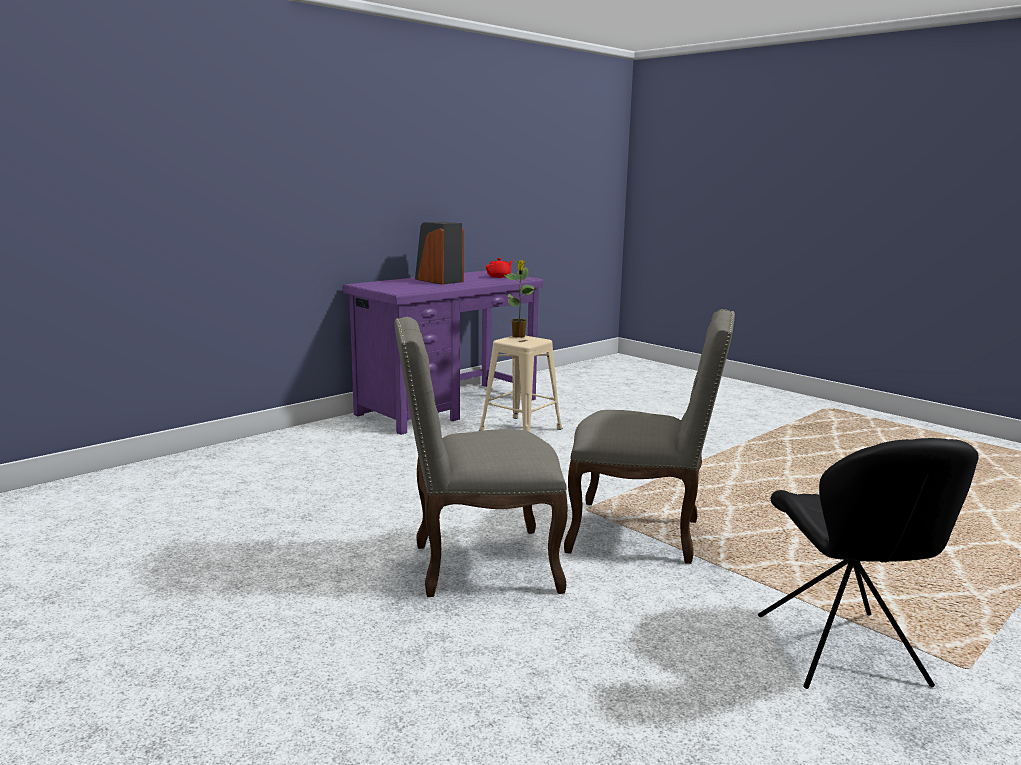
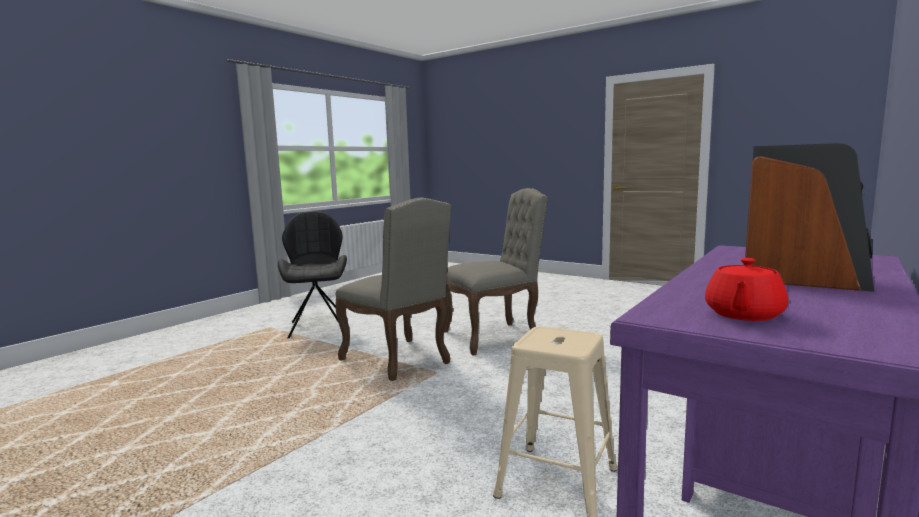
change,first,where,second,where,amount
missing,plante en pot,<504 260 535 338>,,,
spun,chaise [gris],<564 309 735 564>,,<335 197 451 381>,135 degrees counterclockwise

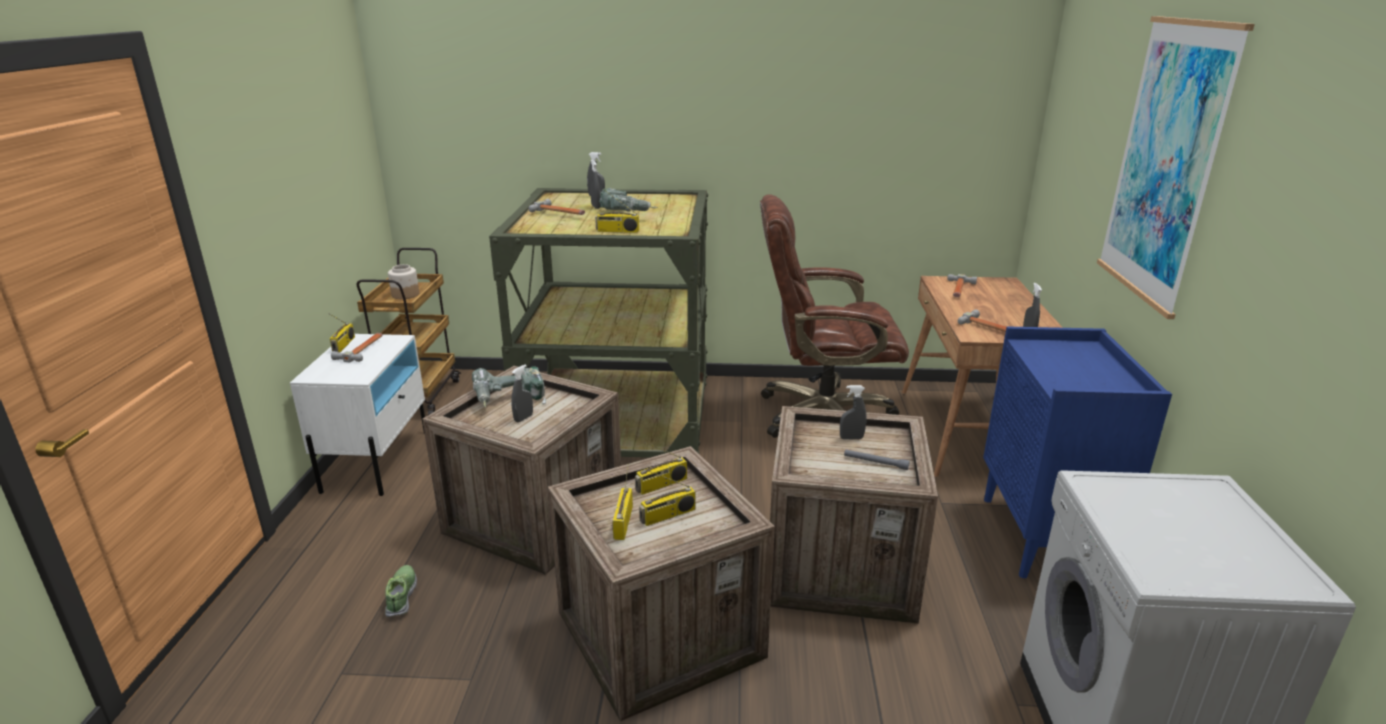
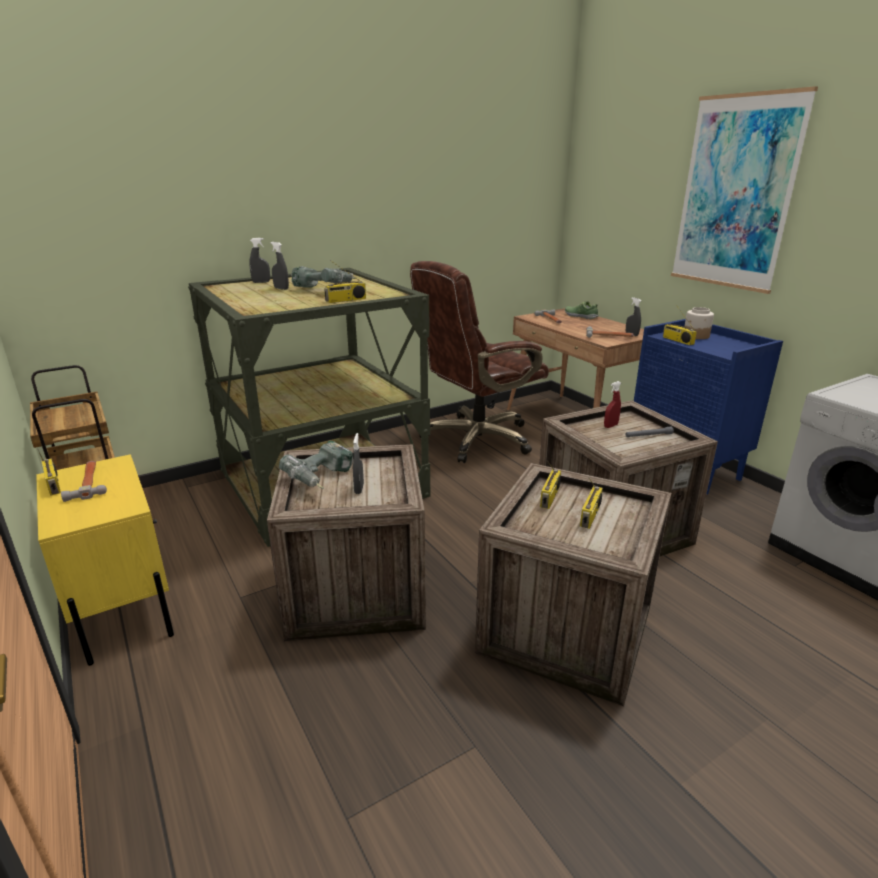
change,first,where,second,where,amount
missing,marteau,<528 199 585 215>,,,
relocated,bocal,<388 264 419 299>,,<684 307 714 339>,
colour,table de chevet [blanc],<290 334 425 496>,table de chevet [jaune],<36 454 174 666>,
colour,vaporisateur [gris],<840 385 867 440>,vaporisateur [rouge],<604 381 621 428>,
relocated,radio,<612 464 633 540>,,<663 305 697 345>,
relocated,chaussure,<385 565 417 617>,,<565 301 599 319>,

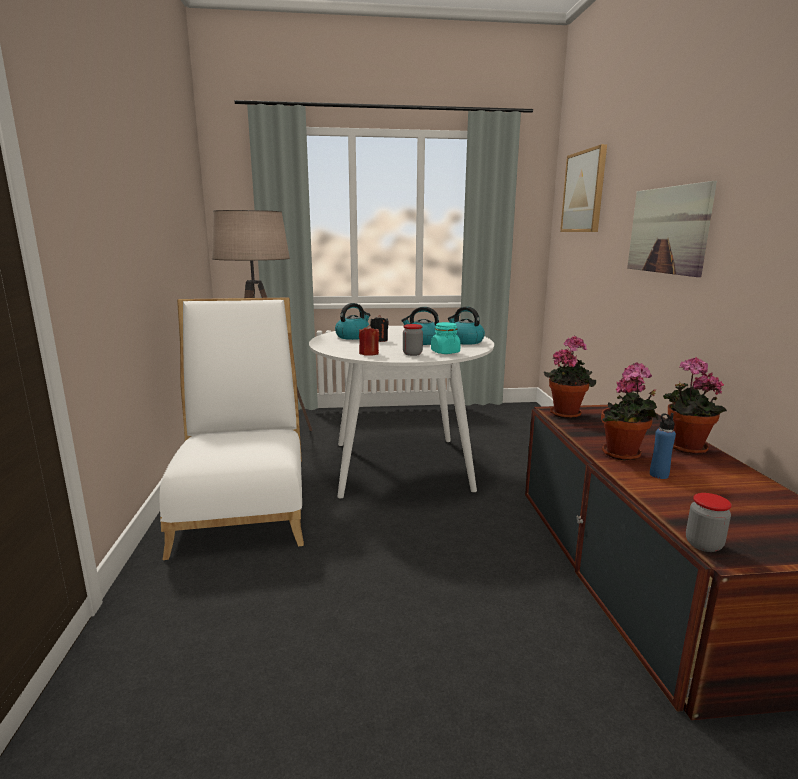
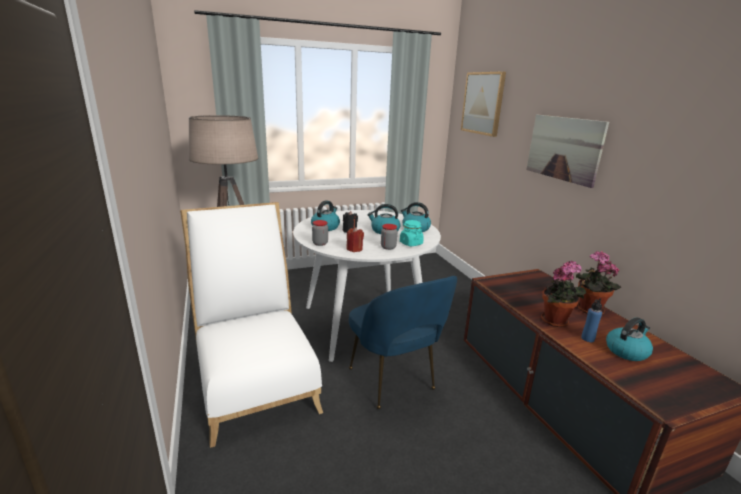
change,first,where,second,where,amount
missing,plante en pot,<544 336 596 419>,,,
relocated,bocal,<686 493 732 552>,,<312 220 328 246>,
appeared,,,chaise [bleu],<349 276 457 409>,
appeared,,,bouilloire,<606 317 653 361>,

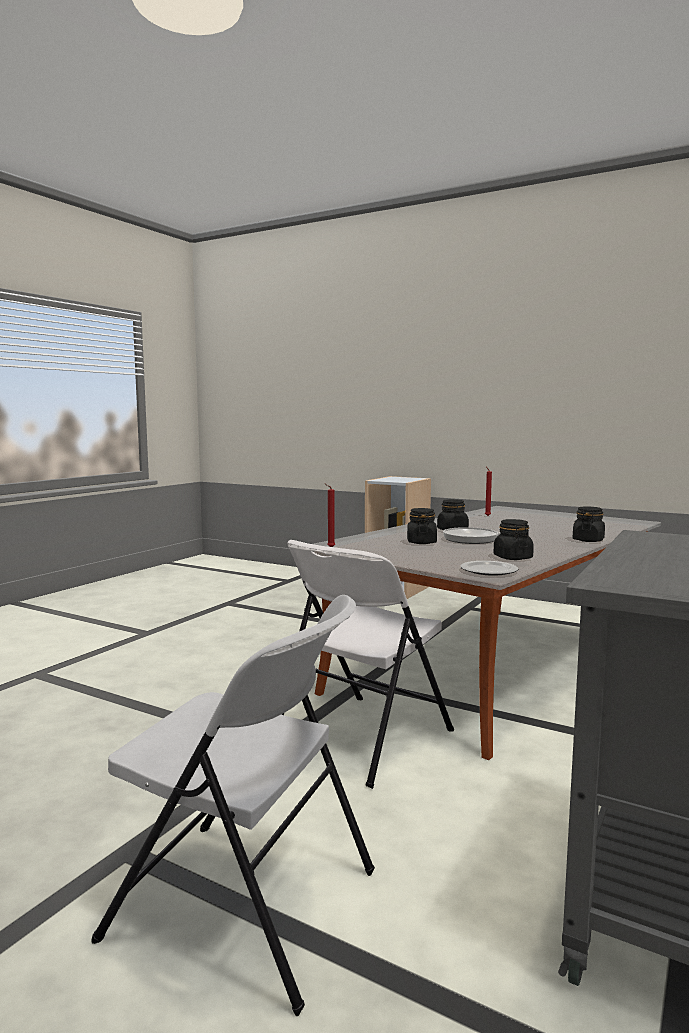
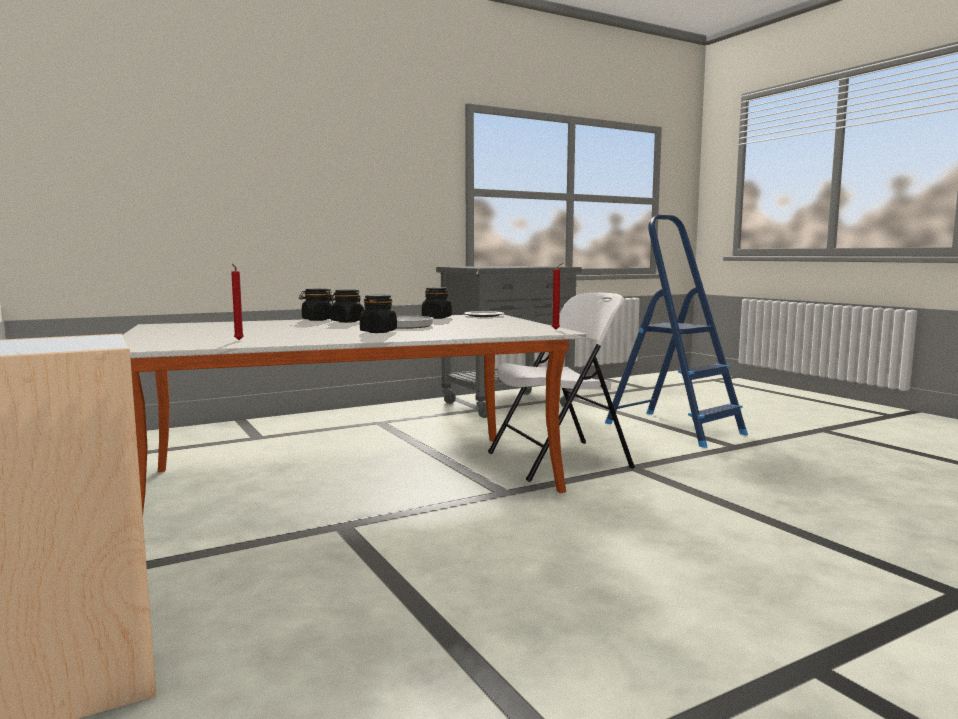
change,first,where,second,where,amount
relocated,bocal [noir],<407 508 437 544>,,<330 289 364 323>,
exchanged,chaise [blanc],<92 595 375 1016>,escabeau [bleu],<605 215 748 448>,

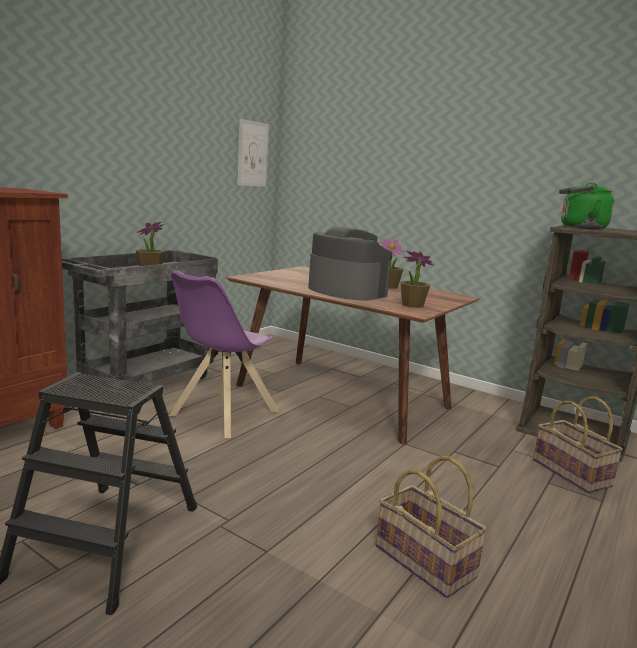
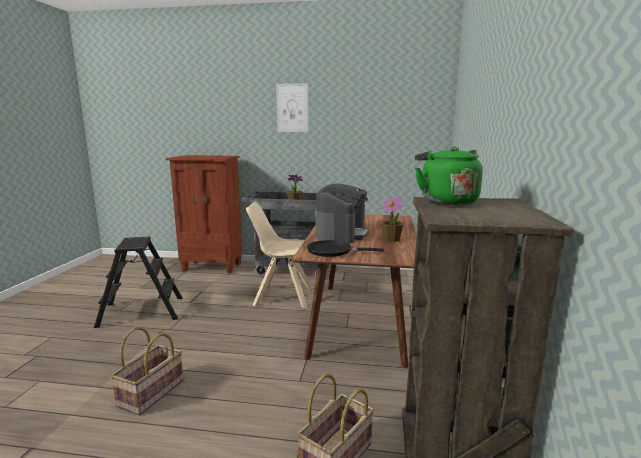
change,first,where,second,where,amount
relocated,tableau,<237 119 269 187>,,<276 83 309 132>,
exchanged,plante en pot,<400 251 433 308>,poêle [noir],<307 240 385 257>,
colour,chaise [violet],<169 271 279 438>,chaise [beige],<246 202 313 308>,

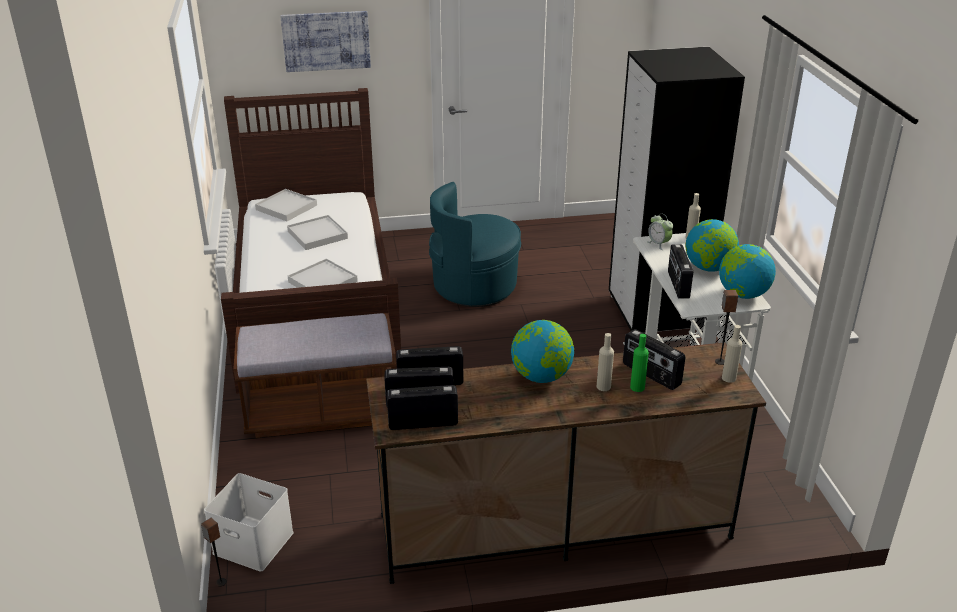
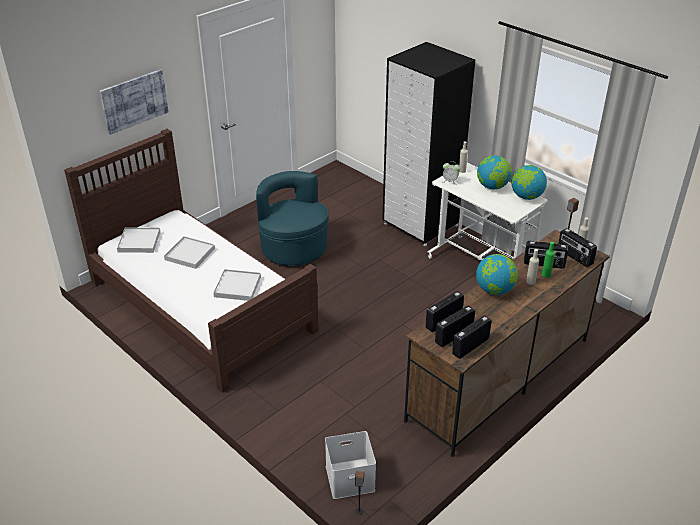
change,first,where,second,where,amount
spun,fauteuil [turquoise],<429 182 521 307>,,<256 171 329 267>,105 degrees clockwise
relocated,radio,<668 244 693 299>,,<558 228 597 267>,
missing,banc [marron],<234 313 396 438>,,,

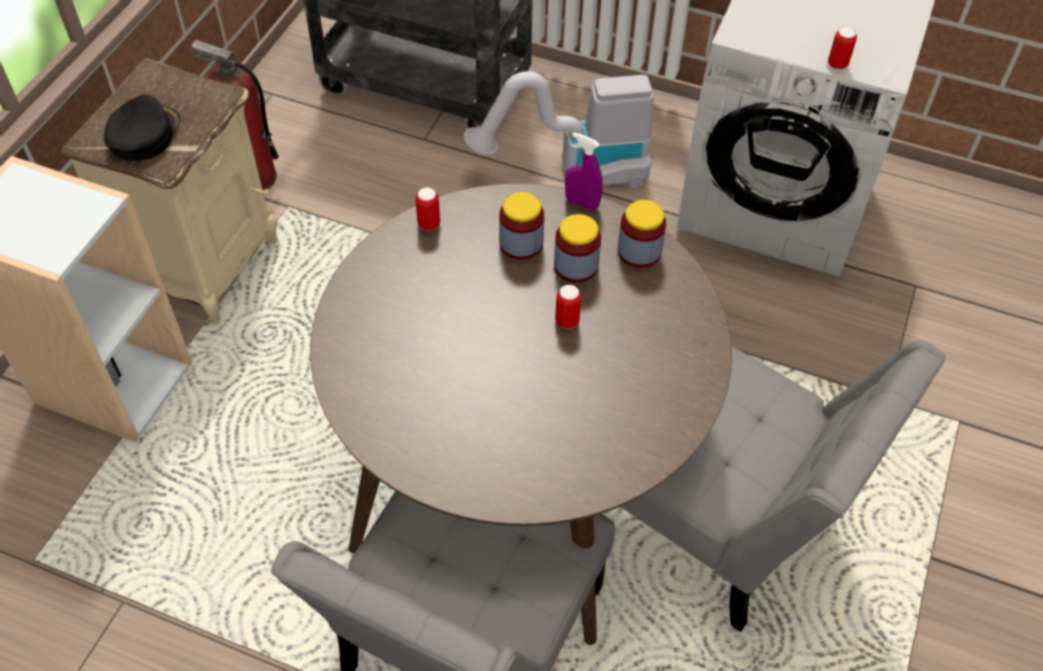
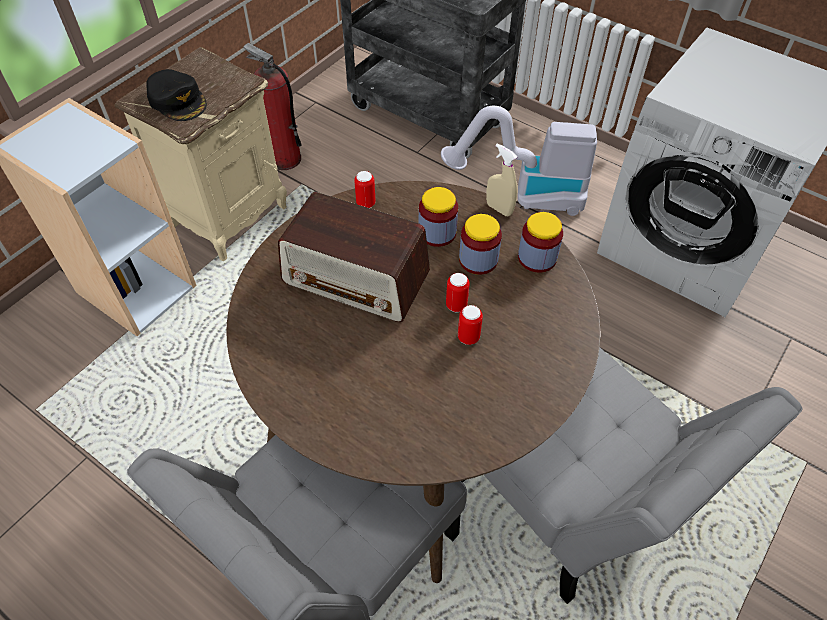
change,first,where,second,where,amount
relocated,boîte métallique,<828 27 857 69>,,<458 305 483 345>,
spun,casquette [noir],<104 94 181 161>,,<146 69 207 121>,105 degrees clockwise
colour,vaporisateur [violet],<565 133 603 210>,vaporisateur [beige],<486 143 517 216>,
appeared,,,radio,<278 192 430 322>,

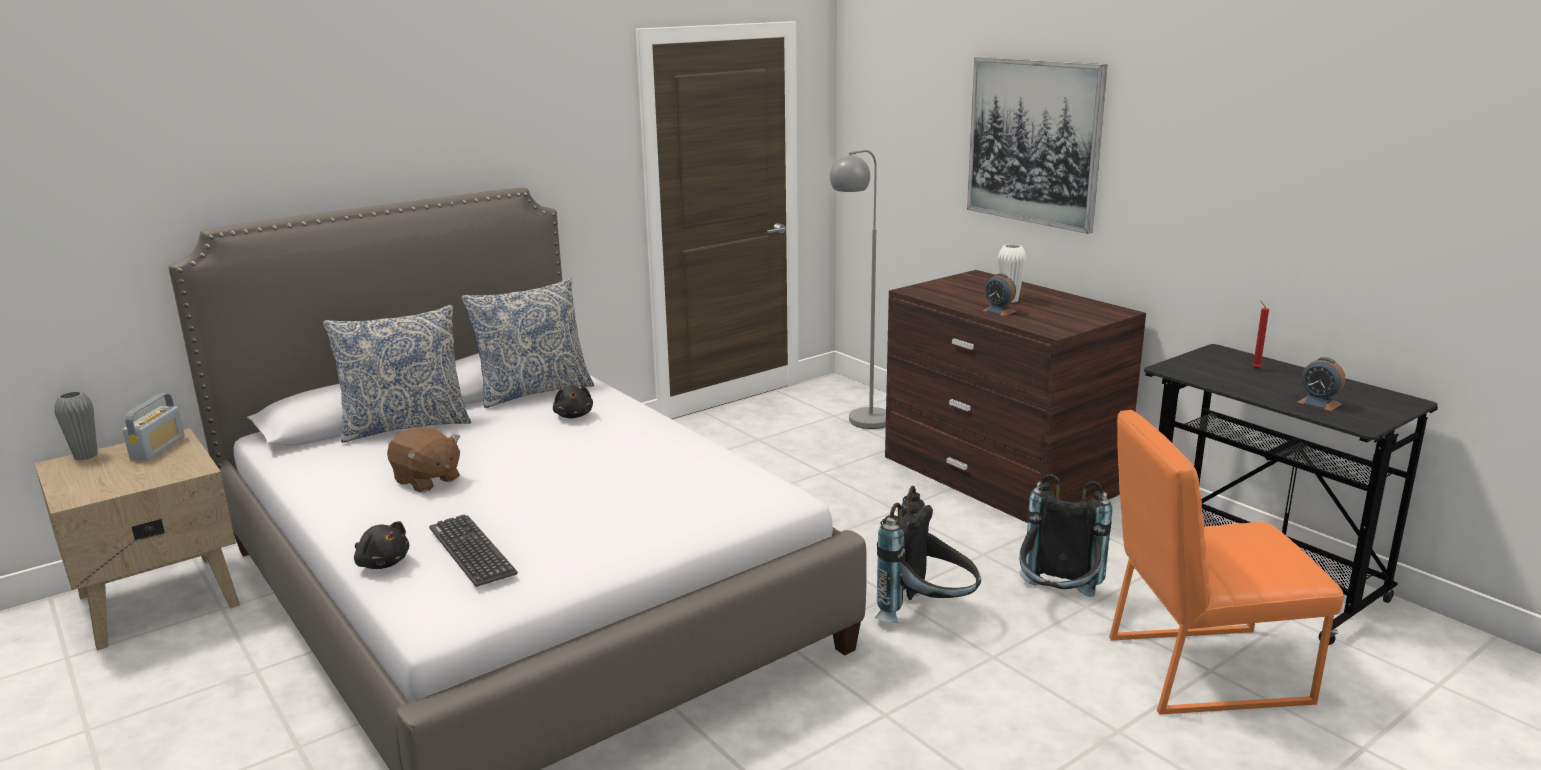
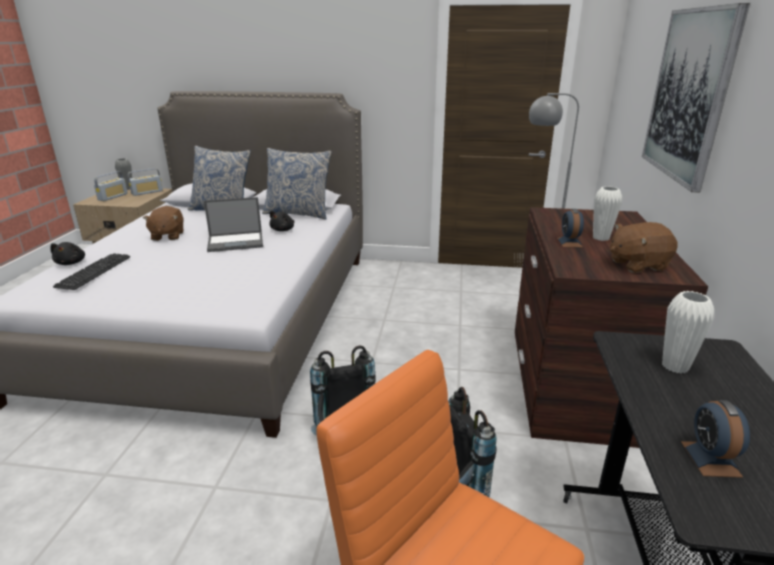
change,first,where,second,where,amount
missing,bougie [rouge],<1252 300 1269 369>,,,
appeared,,,radio,<94 171 128 201>,
appeared,,,ordinateur portable,<204 197 263 252>,
appeared,,,peluche [marron],<610 222 678 273>,
appeared,,,vase [blanc],<662 291 714 374>,

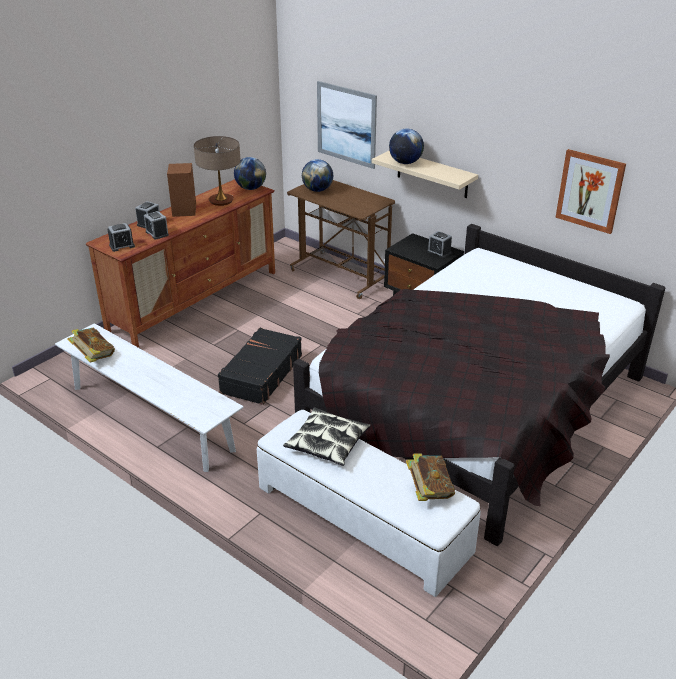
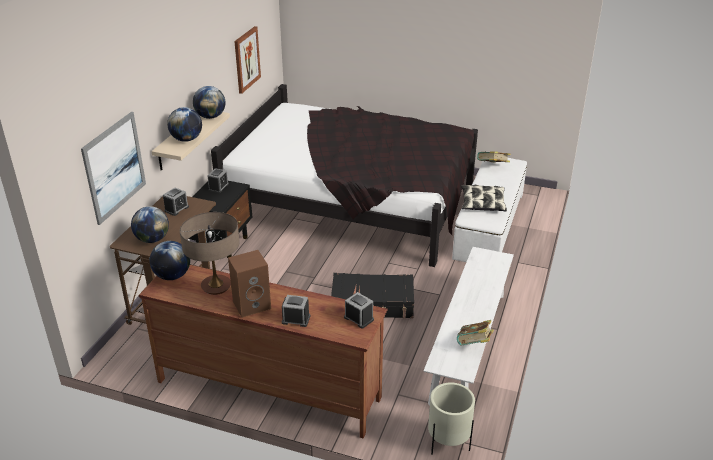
change,first,where,second,where,amount
relocated,réveil,<144 211 169 240>,,<163 188 189 216>,
appeared,,,globe,<193 86 225 119>,
appeared,,,cache-pot [beige],<428 382 475 454>,

